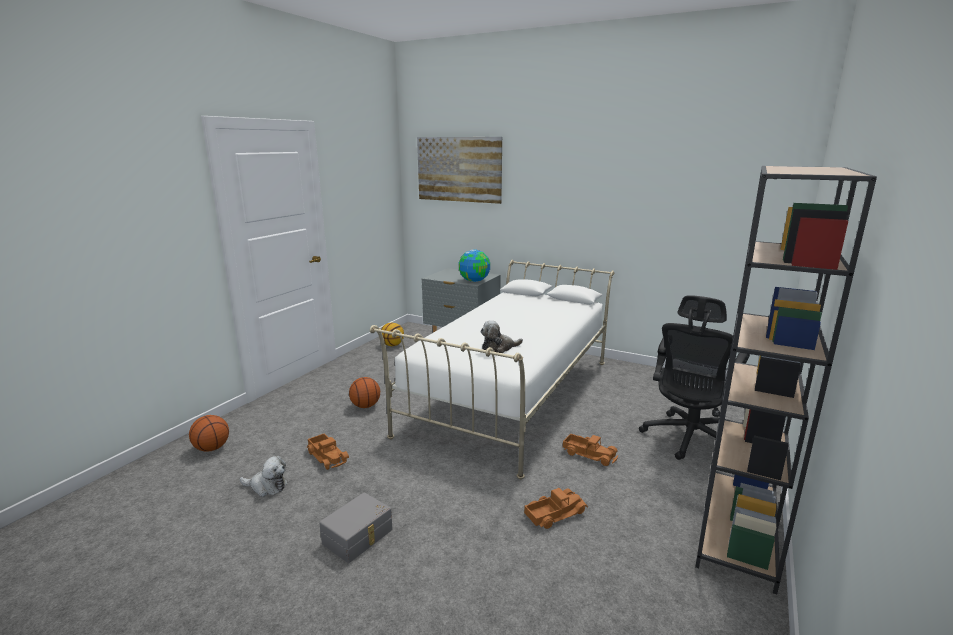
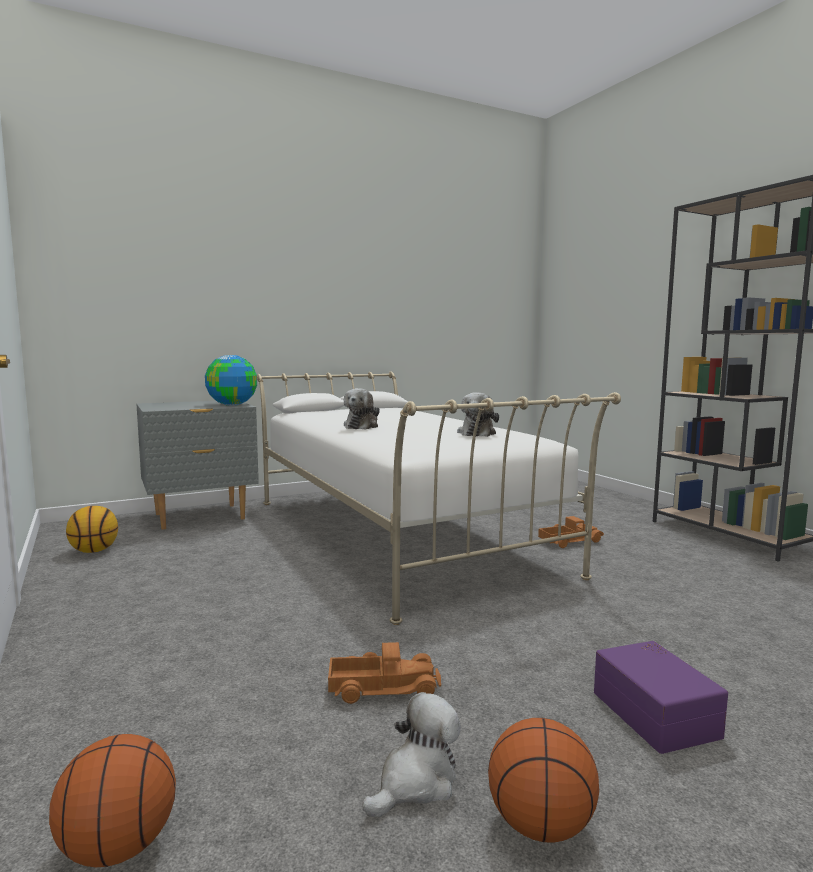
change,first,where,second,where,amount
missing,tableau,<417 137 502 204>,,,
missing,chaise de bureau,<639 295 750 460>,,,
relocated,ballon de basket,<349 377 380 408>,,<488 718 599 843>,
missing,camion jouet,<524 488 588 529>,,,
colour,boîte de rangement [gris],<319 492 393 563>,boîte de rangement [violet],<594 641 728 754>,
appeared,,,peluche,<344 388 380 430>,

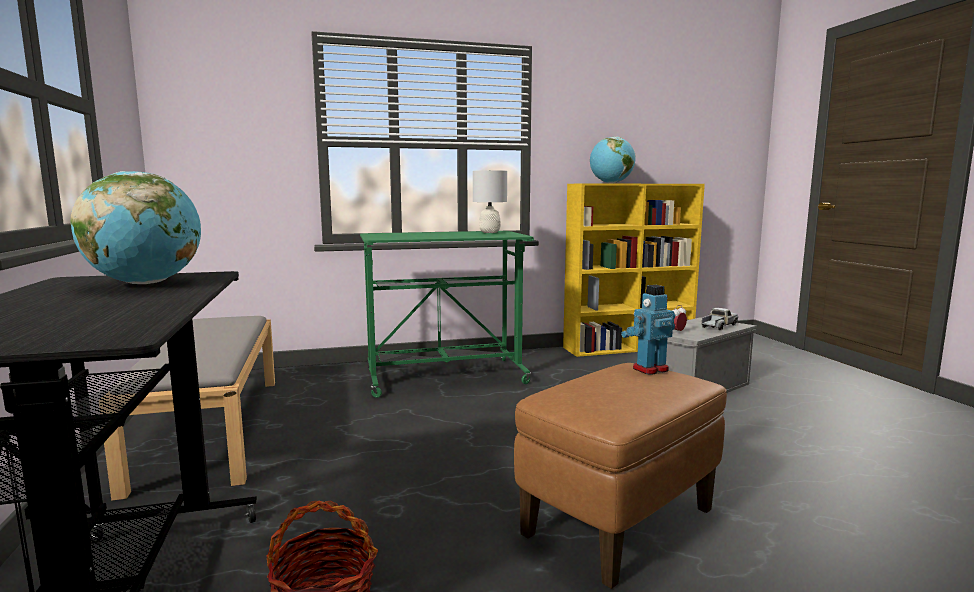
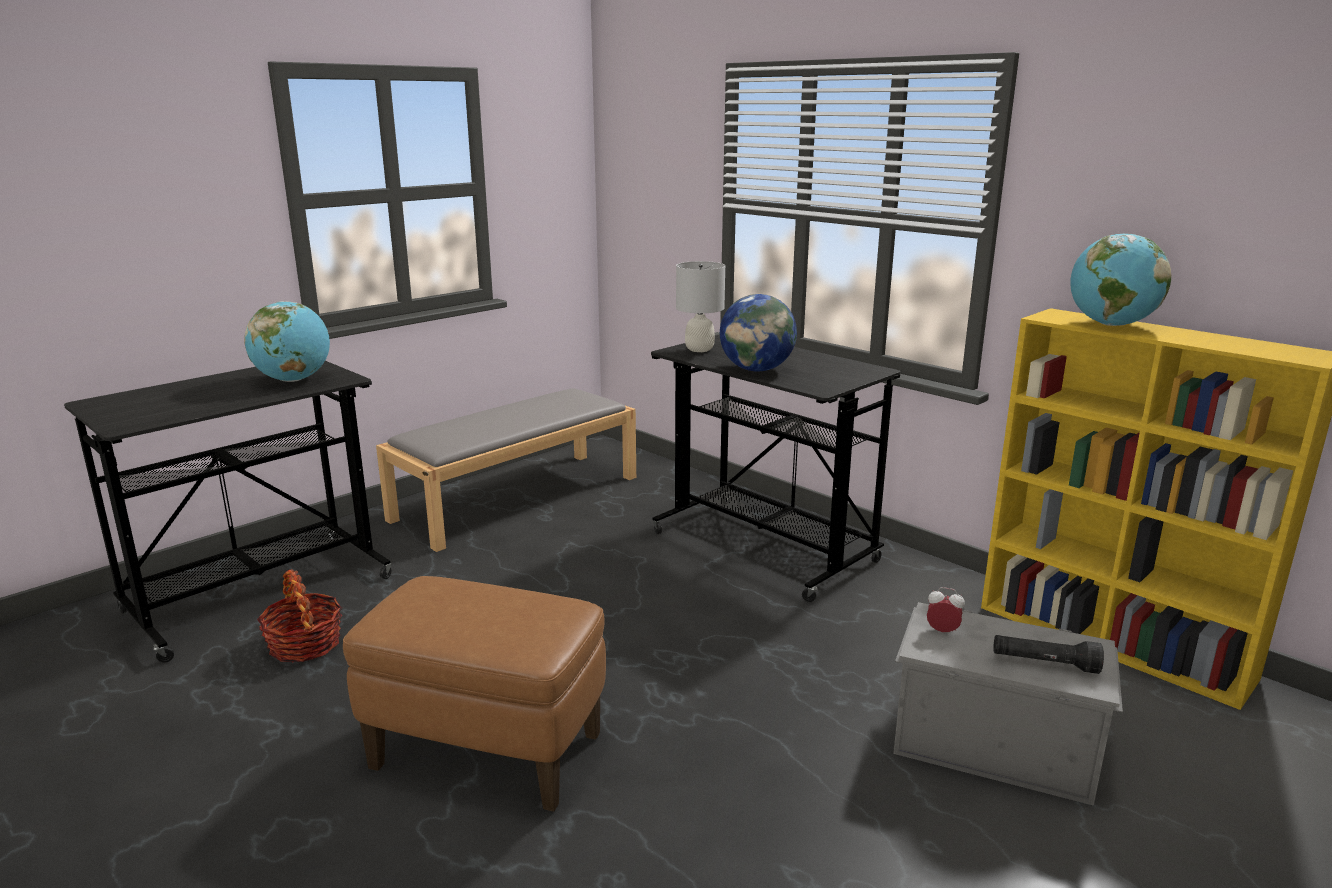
change,first,where,second,where,amount
relocated,lampe de table [gris],<473 170 507 233>,,<676 261 725 352>,
colour,bureau [vert],<360 231 534 398>,bureau [noir],<651 334 900 602>,
missing,robot jouet,<621 285 675 374>,,,
exchanged,camion jouet,<701 308 738 330>,lampe de poche [noir],<993 635 1104 674>,
appeared,,,globe,<720 294 797 371>,

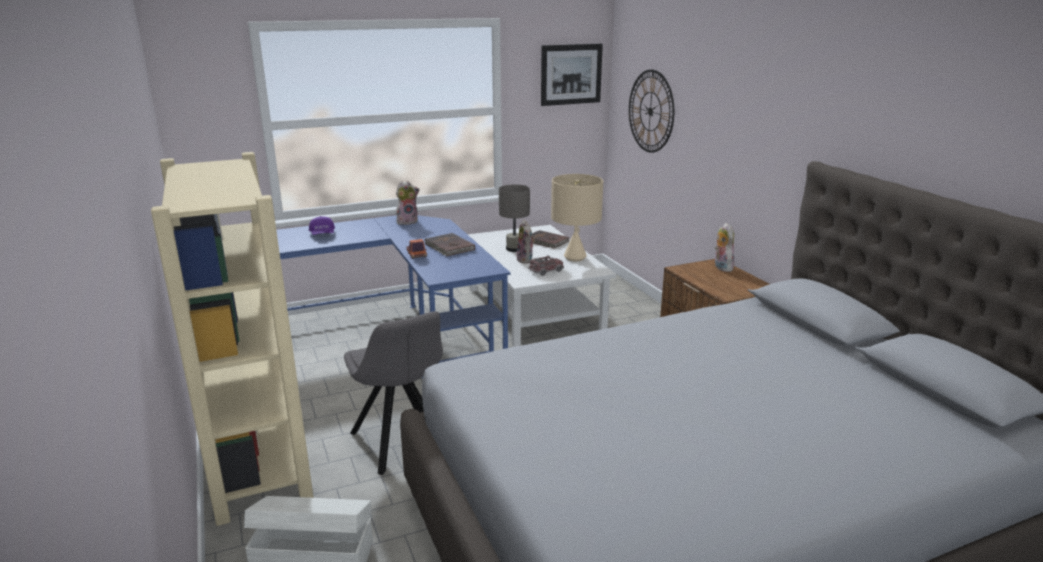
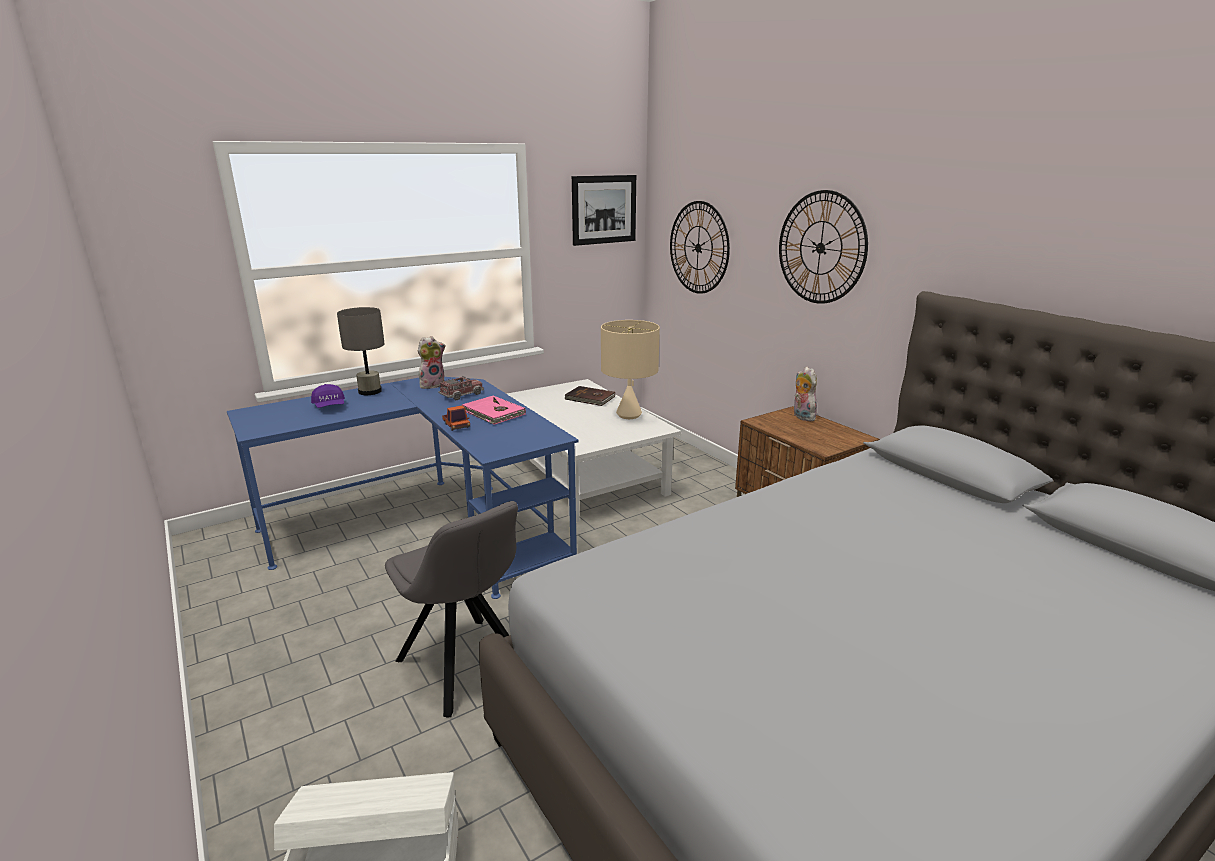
change,first,where,second,where,amount
missing,bibliothèque [beige],<151 152 314 526>,,,
relocated,lampe de table [gris],<499 184 530 252>,,<337 307 384 395>,
missing,peluche,<516 219 535 263>,,,
colour,livre [marron],<424 233 475 256>,livre [rose],<462 395 526 425>,
relocated,camion jouet,<528 255 564 276>,,<438 376 484 400>,
appeared,,,horloge murale,<779 190 868 304>,

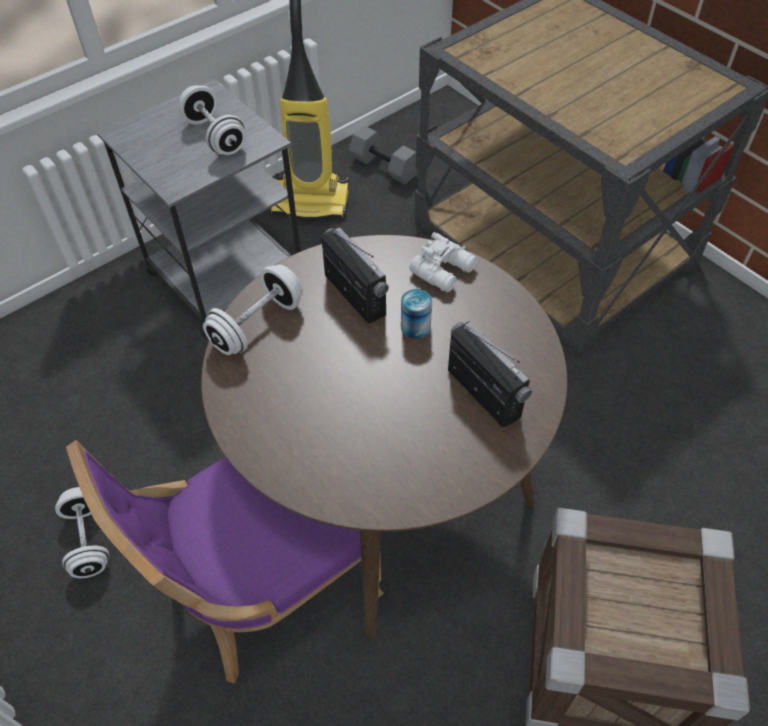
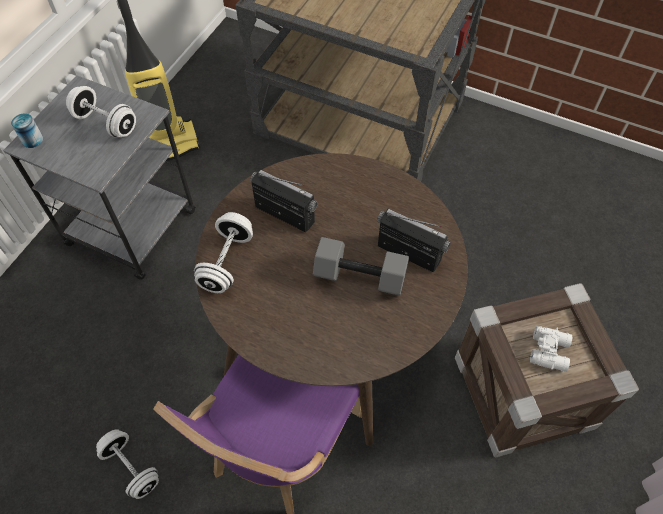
change,first,where,second,where,amount
relocated,haltère [gris],<349 126 418 185>,,<313 237 409 296>,
relocated,jumelles [blanc],<409 232 477 292>,,<530 326 572 372>,
relocated,boîte métallique,<401 289 432 339>,,<11 114 43 148>,

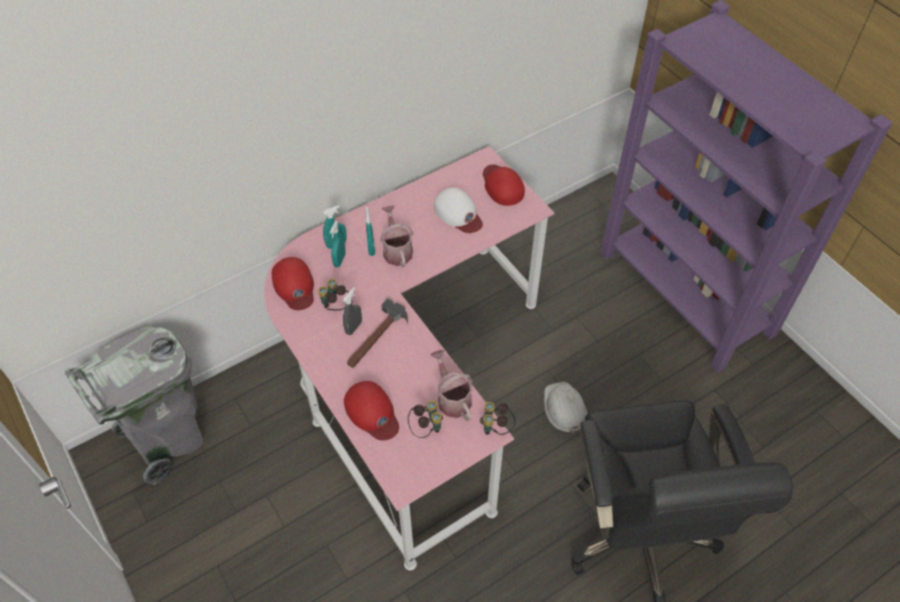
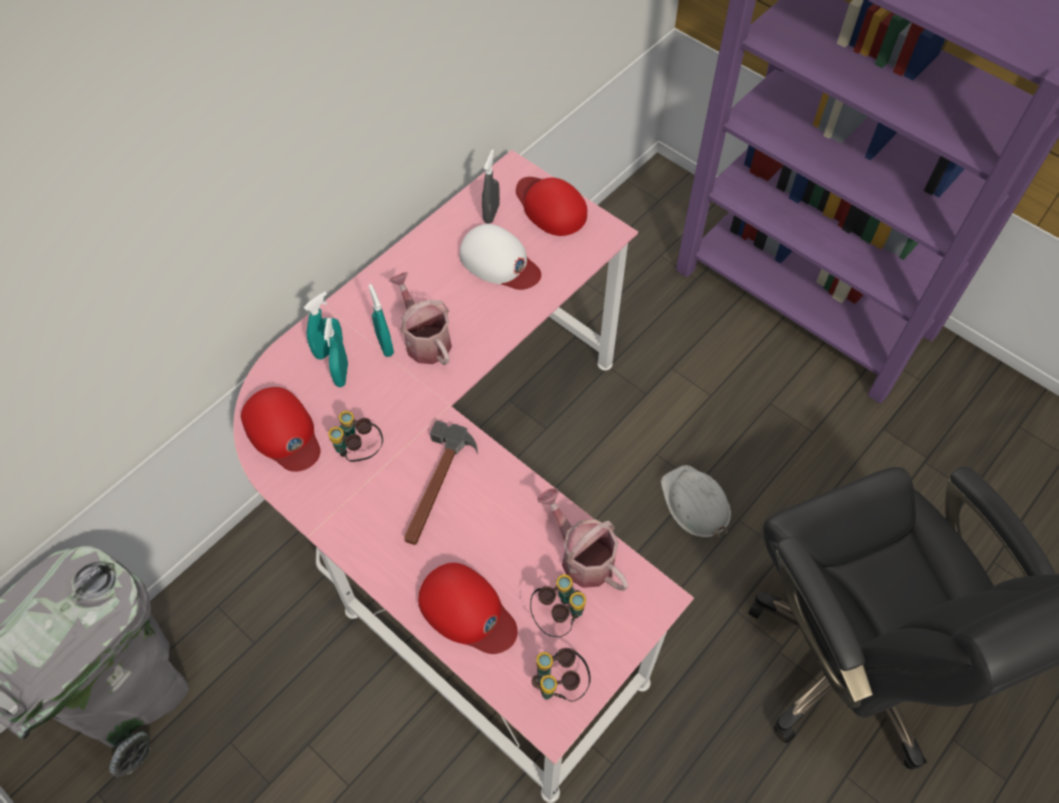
change,first,where,second,where,amount
relocated,vaporisateur [gris],<343 287 362 335>,,<482 149 500 224>,
relocated,jumelles,<480 402 516 435>,,<532 648 590 702>,

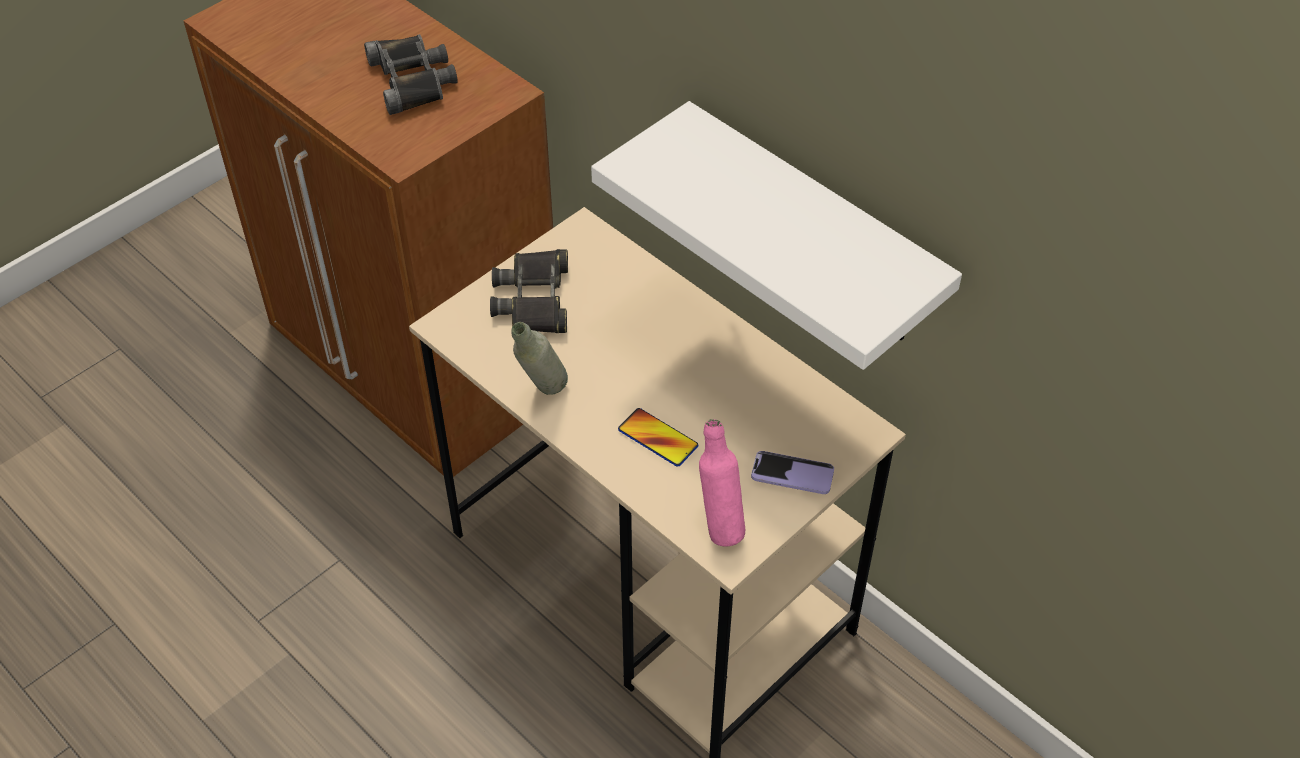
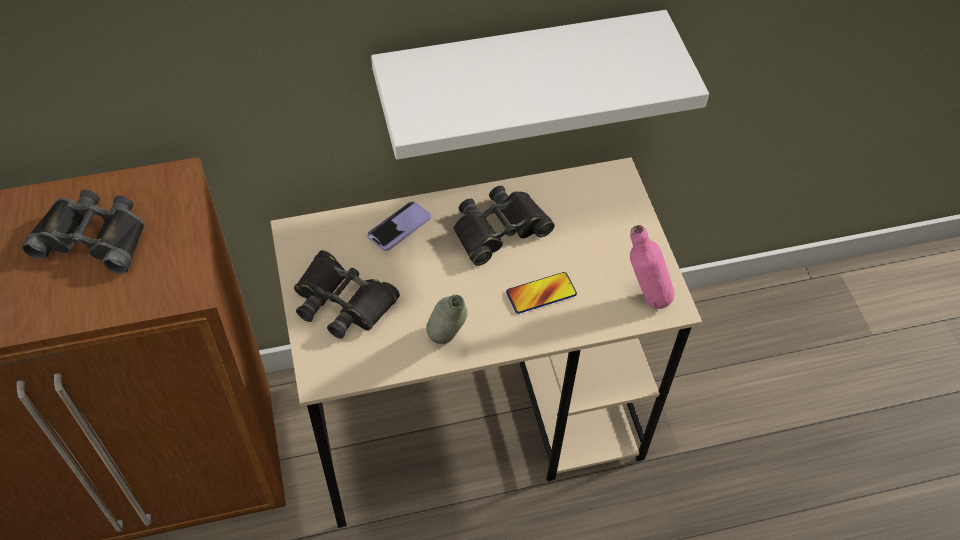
change,first,where,second,where,amount
relocated,téléphone,<751 451 834 494>,,<367 201 431 251>,
appeared,,,jumelles [noir],<453 185 555 266>,

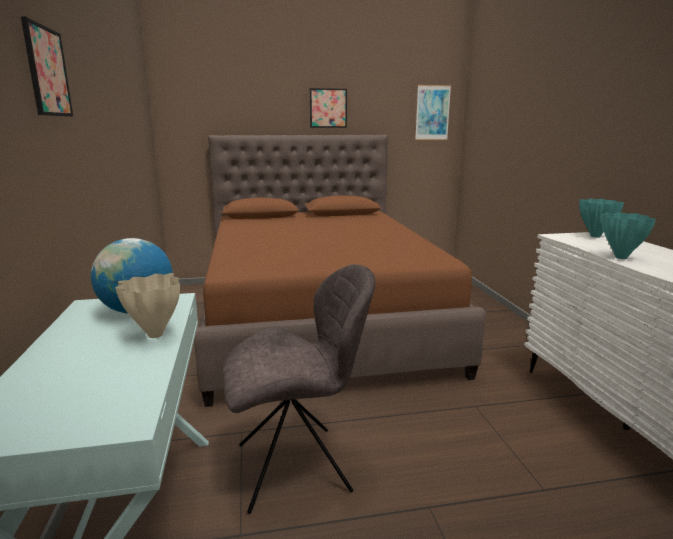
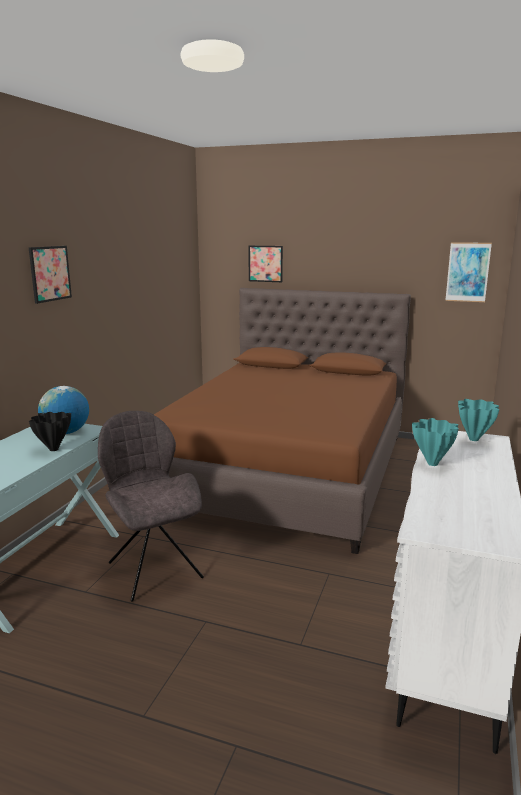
change,first,where,second,where,amount
relocated,tableau,<310 88 347 128>,,<249 246 283 282>,
spun,chaise [gris],<223 264 376 514>,,<98 411 204 602>,135 degrees counterclockwise
colour,vase [beige],<115 273 180 338>,vase [noir],<29 412 71 451>,

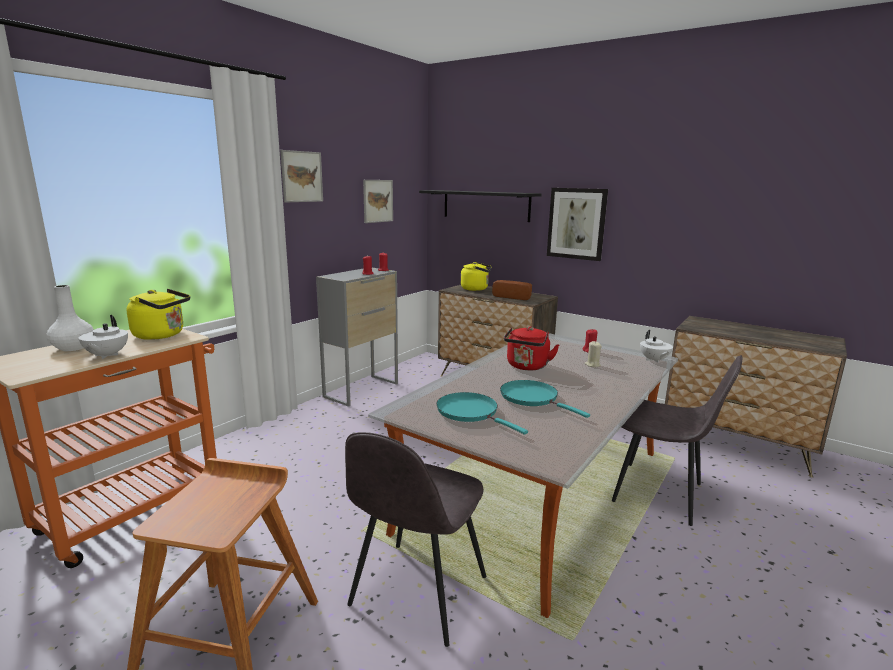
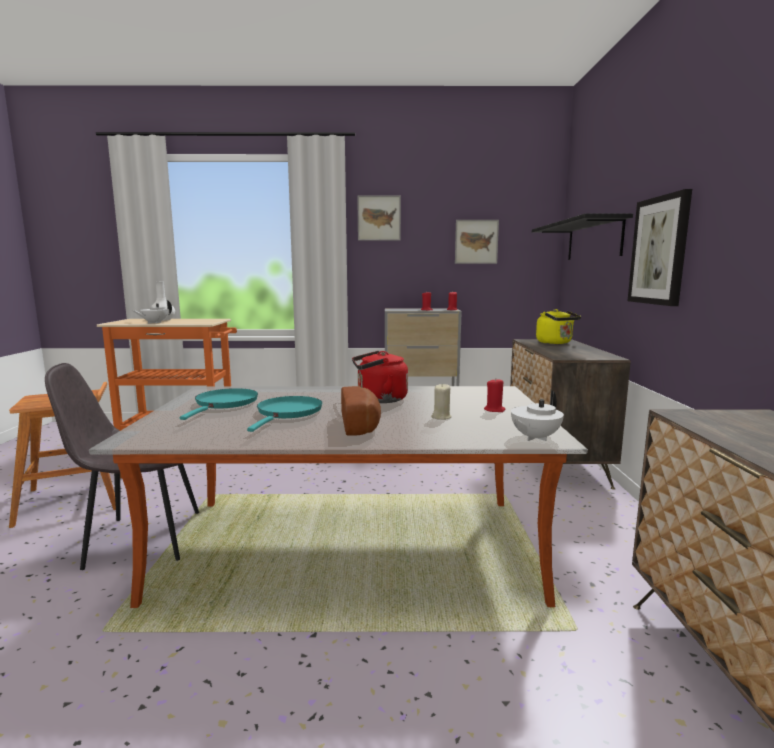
change,first,where,second,where,amount
relocated,pain,<492 280 532 300>,,<341 386 381 436>,
missing,bouilloire [jaune],<126 289 190 340>,,,
missing,chaise [gris],<612 355 743 526>,,,

